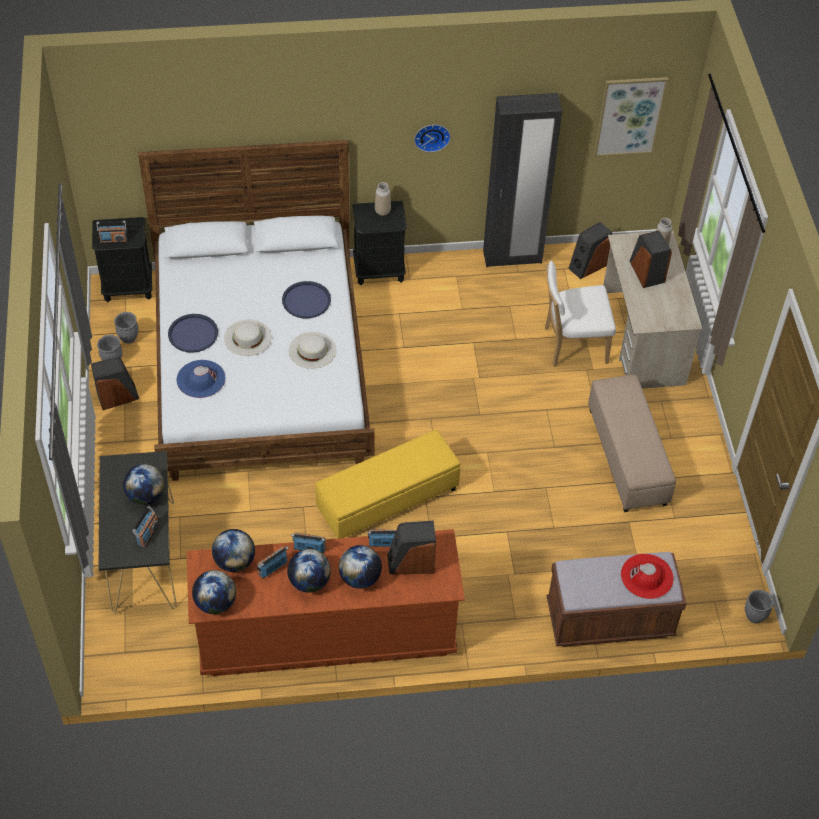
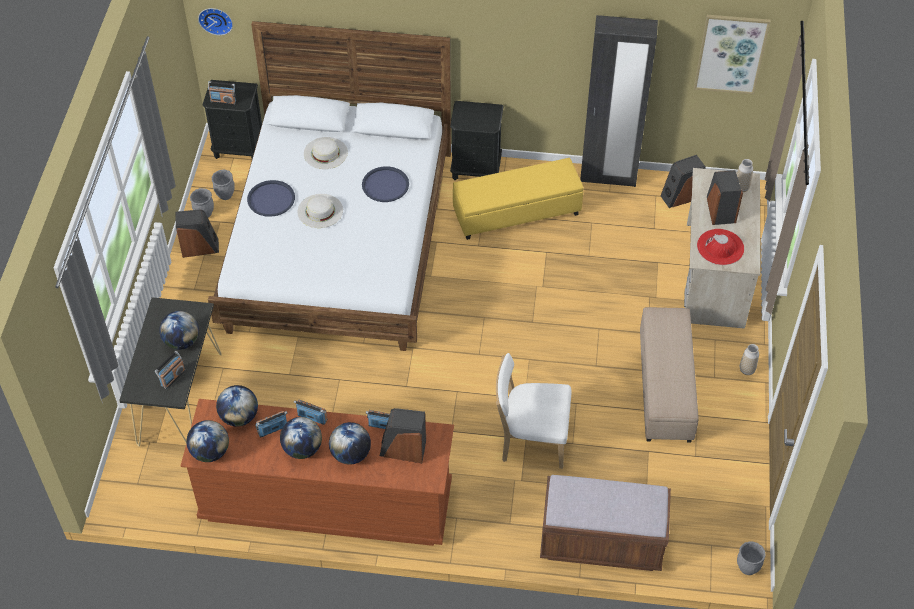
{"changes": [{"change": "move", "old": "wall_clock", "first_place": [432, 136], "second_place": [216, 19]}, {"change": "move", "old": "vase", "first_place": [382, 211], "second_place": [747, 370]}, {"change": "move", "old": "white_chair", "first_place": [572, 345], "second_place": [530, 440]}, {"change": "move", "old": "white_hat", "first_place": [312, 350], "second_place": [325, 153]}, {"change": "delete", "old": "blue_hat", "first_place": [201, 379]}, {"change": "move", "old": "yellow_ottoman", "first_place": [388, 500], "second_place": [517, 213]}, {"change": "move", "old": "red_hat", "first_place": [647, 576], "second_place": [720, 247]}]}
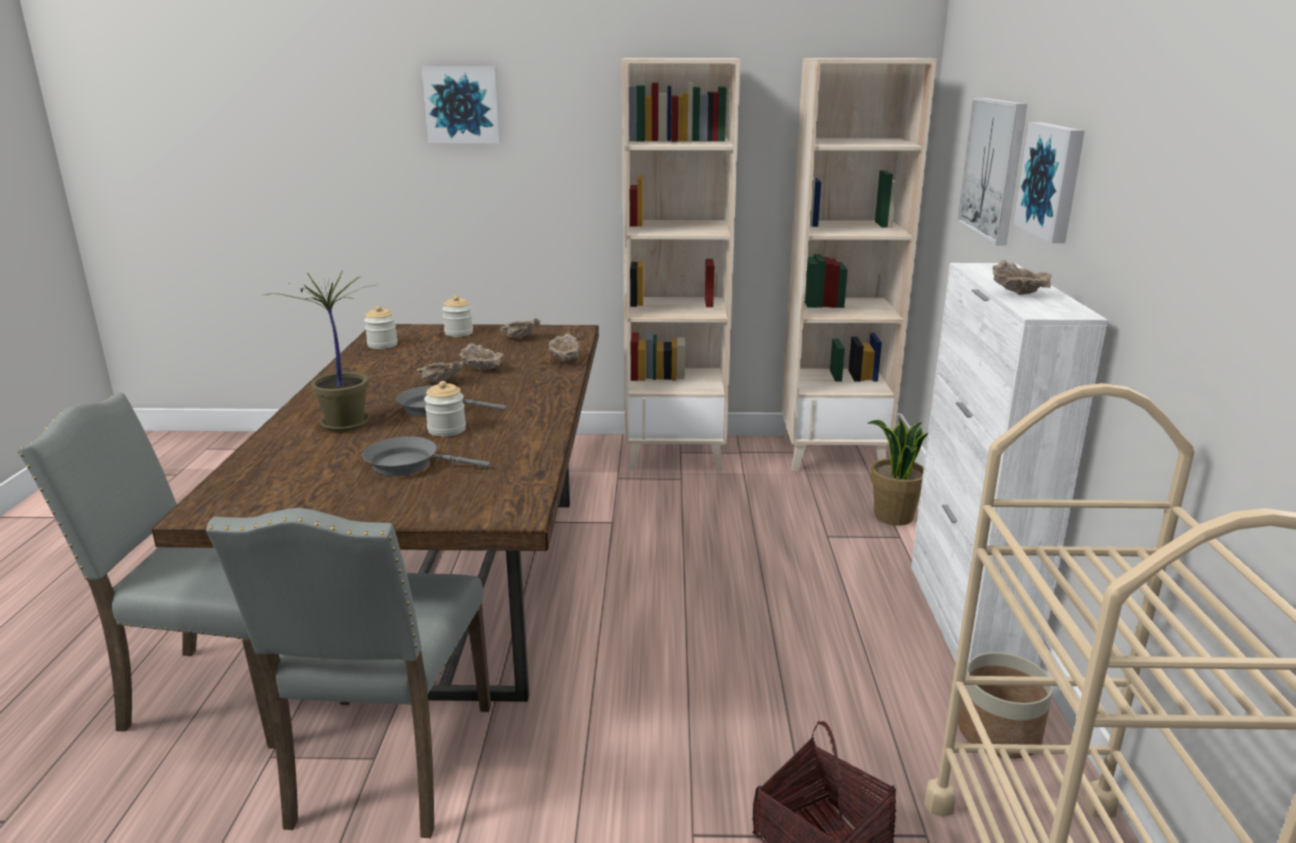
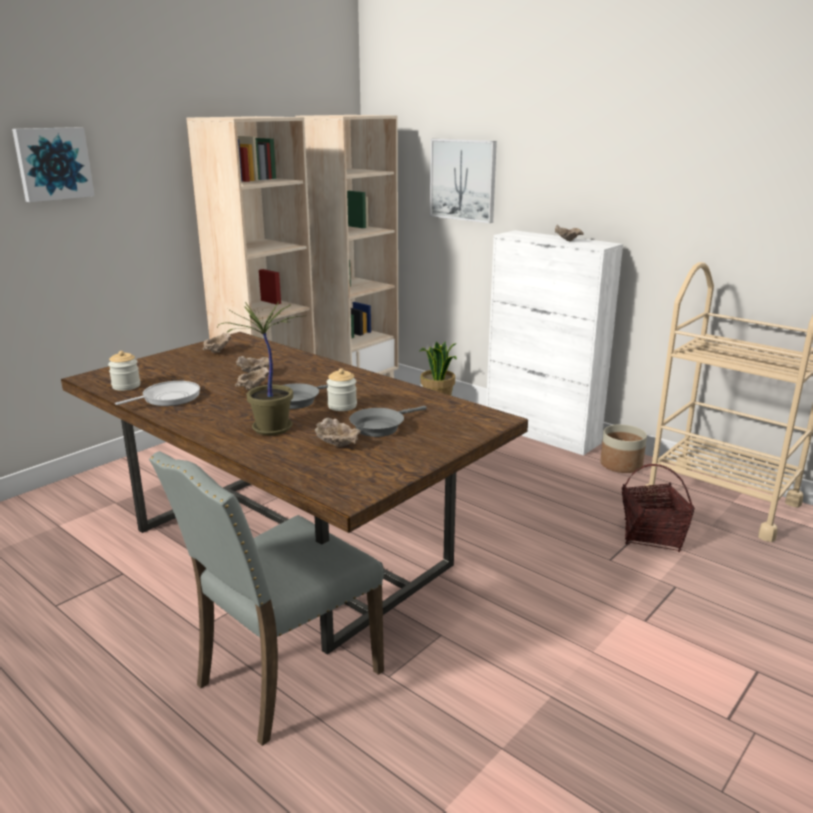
{"changes": [{"change": "delete", "old": "picture", "first_place": [1053, 180]}, {"change": "delete", "old": "jar", "first_place": [458, 333]}, {"change": "move", "old": "beige_bowl", "first_place": [564, 361], "second_place": [337, 446]}, {"change": "delete", "old": "grey_chair", "first_place": [387, 766]}, {"change": "insert", "new": "frying_pan", "second_place": [168, 398]}]}
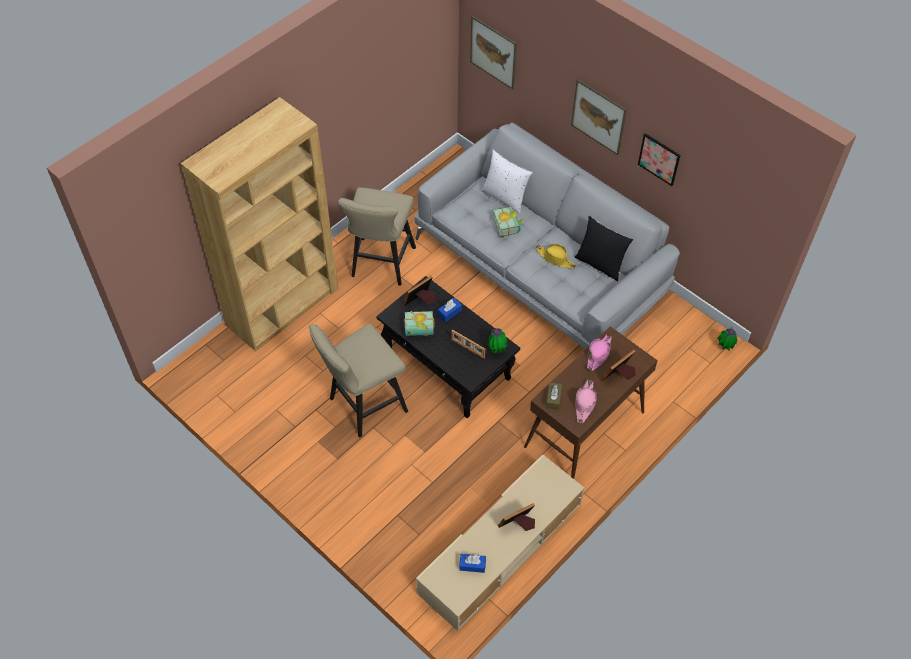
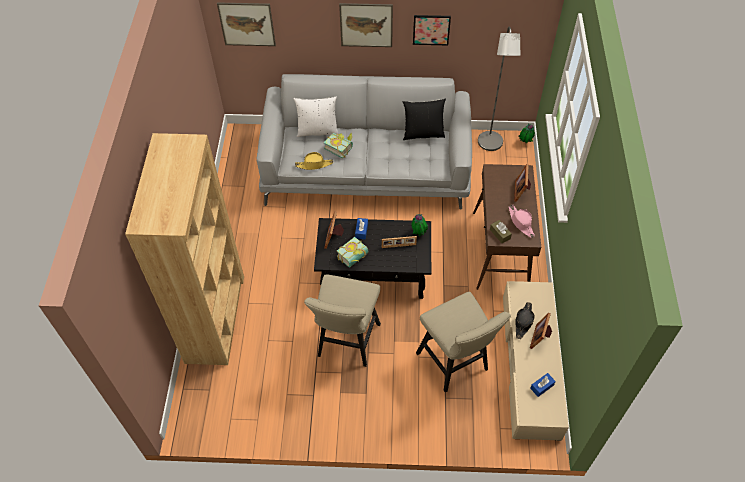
{"changes": [{"change": "move", "old": "beige_stool", "first_place": [381, 265], "second_place": [455, 365]}, {"change": "move", "old": "yellow_hat", "first_place": [555, 259], "second_place": [314, 164]}, {"change": "delete", "old": "pink_hat", "first_place": [598, 354]}, {"change": "insert", "new": "grey_floor_lamp", "second_place": [490, 145]}, {"change": "insert", "new": "black_hat", "second_place": [523, 322]}]}
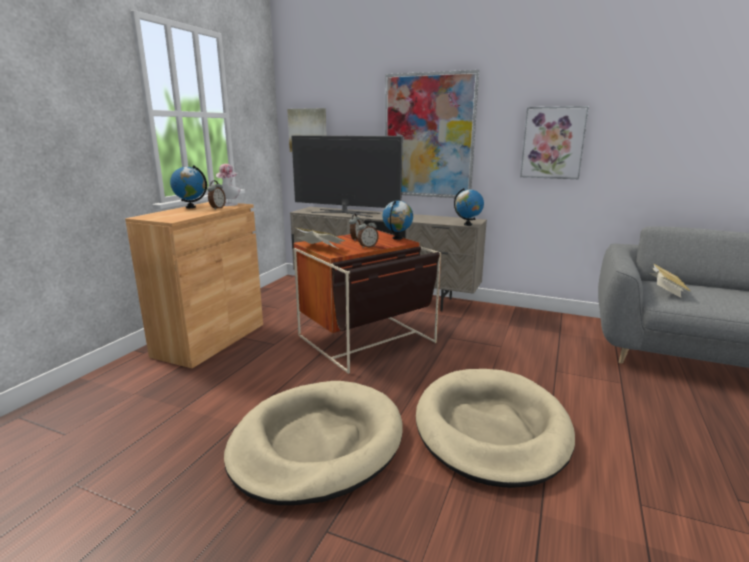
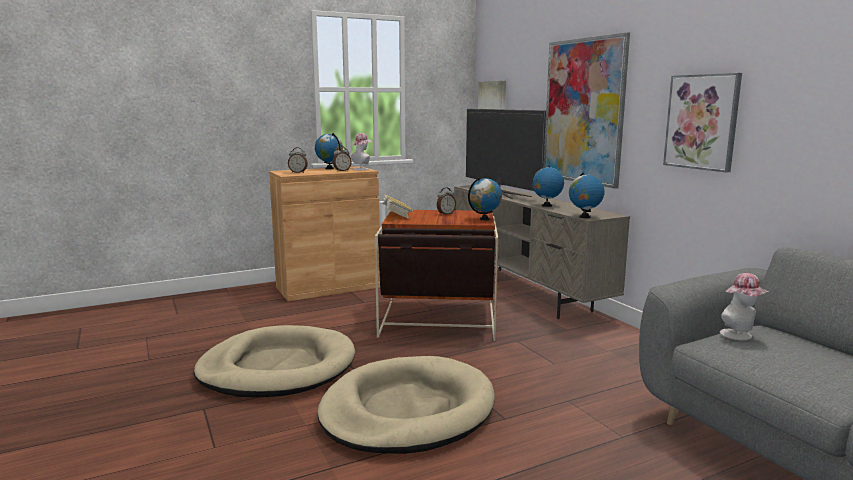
{"changes": [{"change": "move", "old": "alarm_clock", "first_place": [367, 247], "second_place": [298, 172]}, {"change": "replace", "old": "book", "new": "hat", "first_place": [666, 290], "second_place": [739, 336]}, {"change": "insert", "new": "globe", "second_place": [546, 205]}]}
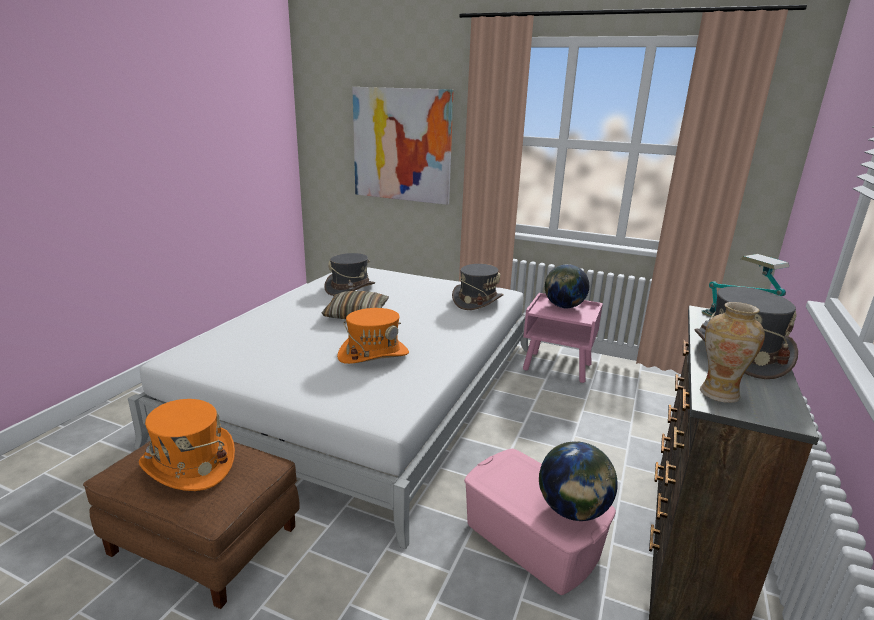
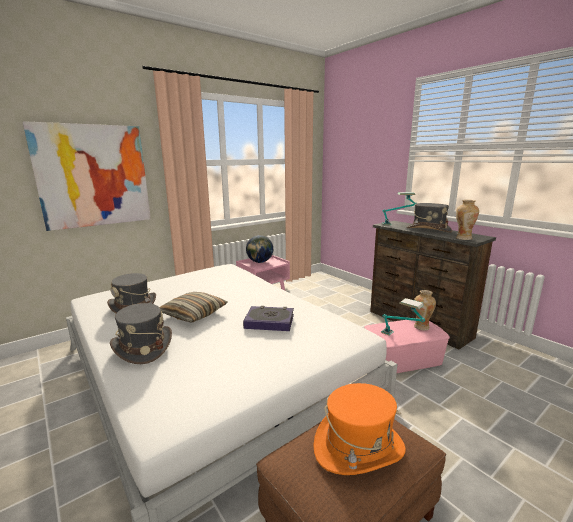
{"changes": [{"change": "move", "old": "grey_hat", "first_place": [477, 301], "second_place": [143, 347]}, {"change": "replace", "old": "orange_hat", "new": "book", "first_place": [373, 354], "second_place": [269, 322]}, {"change": "replace", "old": "globe", "new": "vase", "first_place": [572, 510], "second_place": [422, 327]}, {"change": "insert", "new": "table_lamp", "second_place": [401, 337]}]}
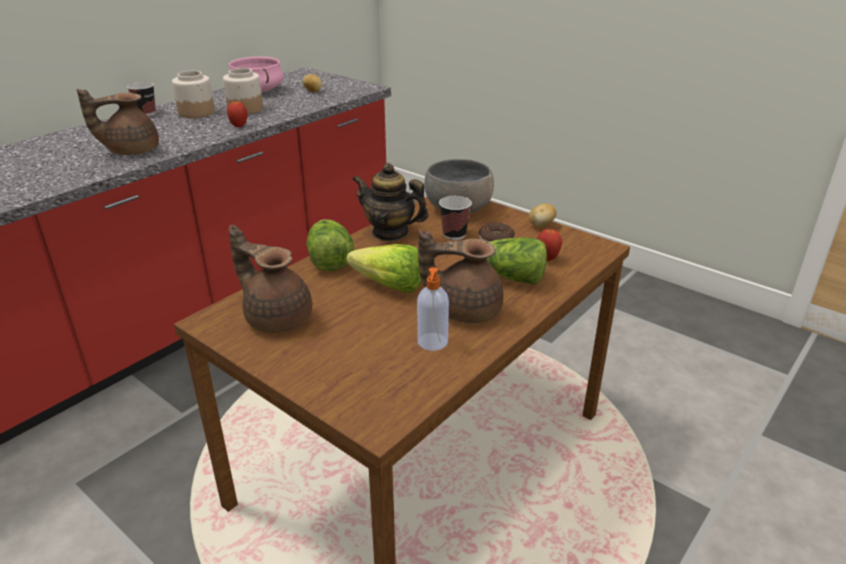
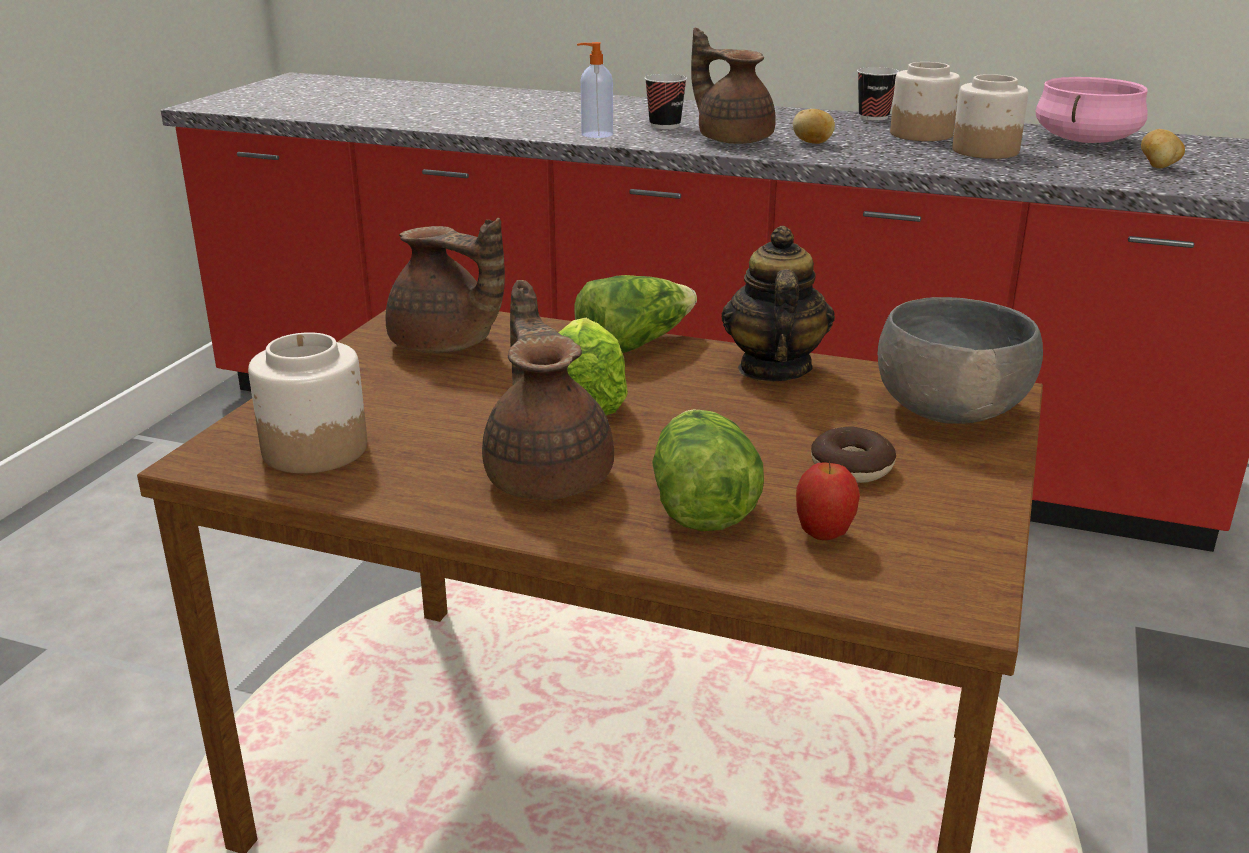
{"changes": [{"change": "delete", "old": "apple", "first_place": [239, 126]}, {"change": "move", "old": "cup", "first_place": [454, 234], "second_place": [665, 125]}, {"change": "move", "old": "potato", "first_place": [541, 226], "second_place": [812, 143]}, {"change": "rotate", "old": "brown_teapot", "first_place": [277, 317], "second_place": [445, 346], "degrees": 105}, {"change": "move", "old": "soap_dispenser", "first_place": [432, 343], "second_place": [595, 134]}, {"change": "insert", "new": "jar", "second_place": [314, 449]}]}
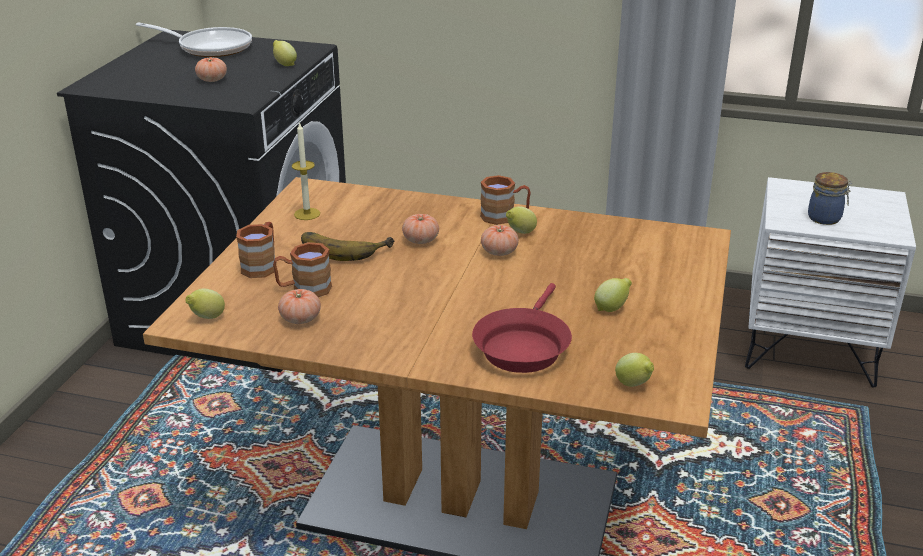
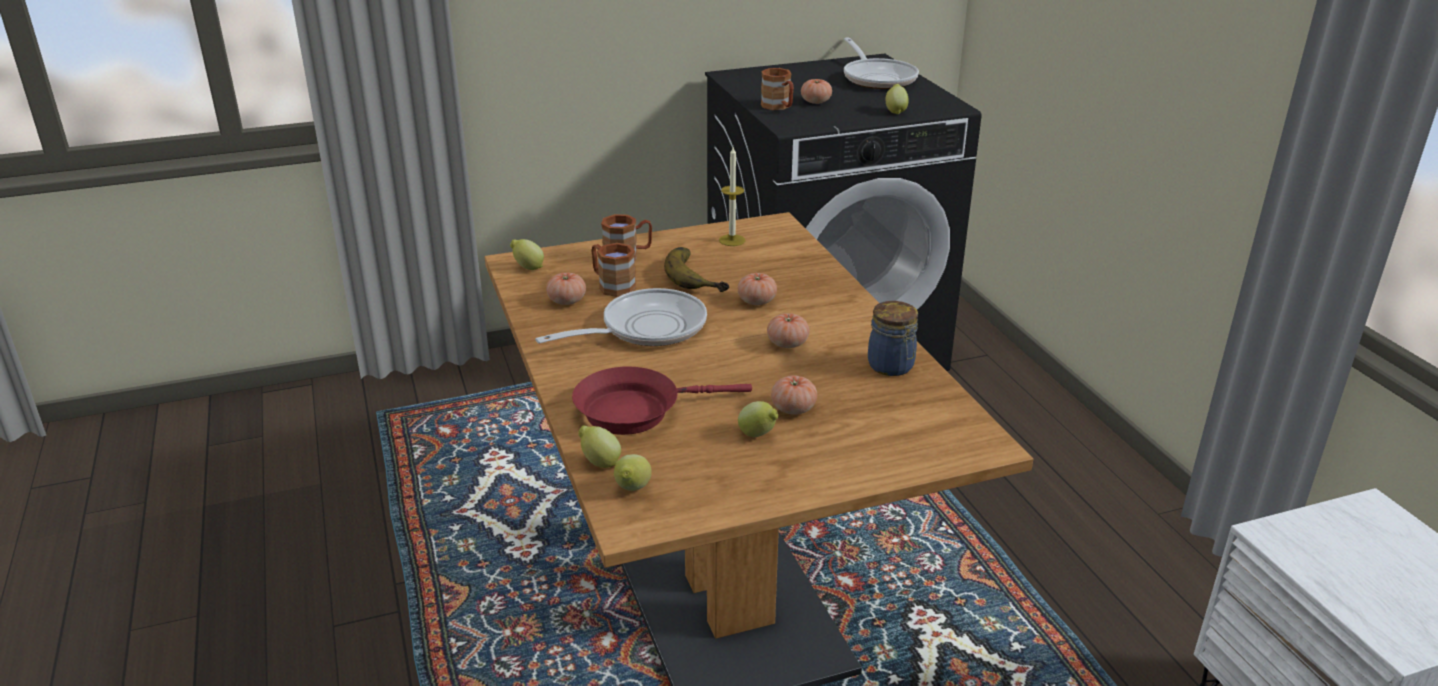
{"changes": [{"change": "move", "old": "jar", "first_place": [825, 218], "second_place": [892, 367]}, {"change": "move", "old": "brown_mug", "first_place": [504, 217], "second_place": [779, 107]}, {"change": "move", "old": "lemon", "first_place": [520, 233], "second_place": [599, 462]}, {"change": "insert", "new": "frying_pan", "second_place": [645, 328]}, {"change": "insert", "new": "tomato", "second_place": [793, 408]}]}
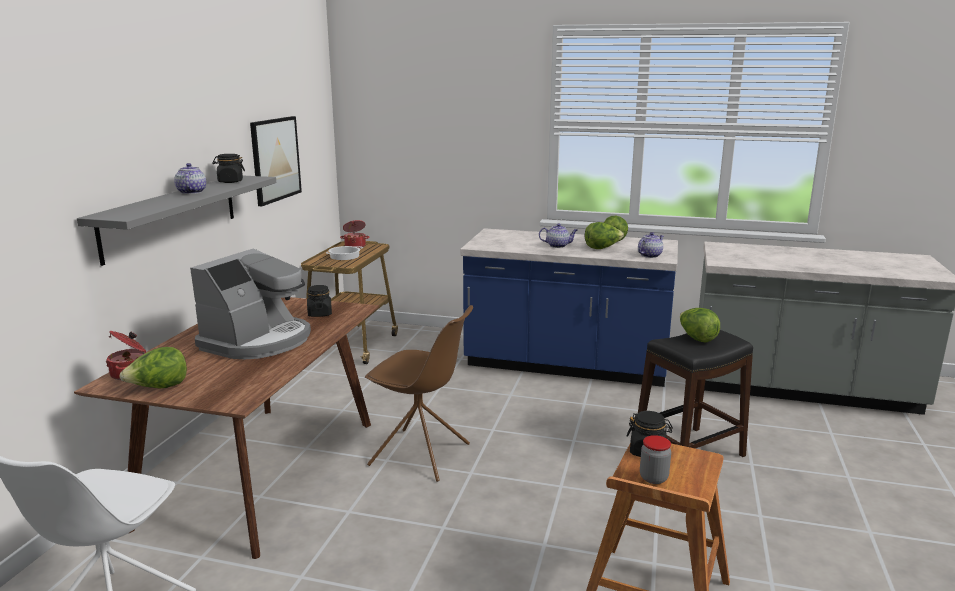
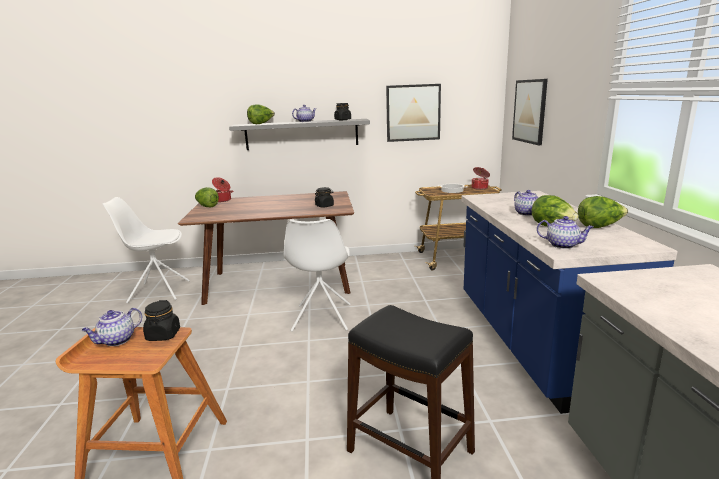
{"changes": [{"change": "delete", "old": "coffee_machine", "first_place": [258, 341]}, {"change": "recolor", "old": "brown_chair", "new": "white_chair", "first_place": [421, 455], "second_place": [321, 318]}, {"change": "move", "old": "lettuce", "first_place": [696, 338], "second_place": [261, 124]}, {"change": "replace", "old": "jar", "new": "teapot", "first_place": [653, 478], "second_place": [116, 341]}, {"change": "insert", "new": "picture", "second_place": [529, 111]}]}
